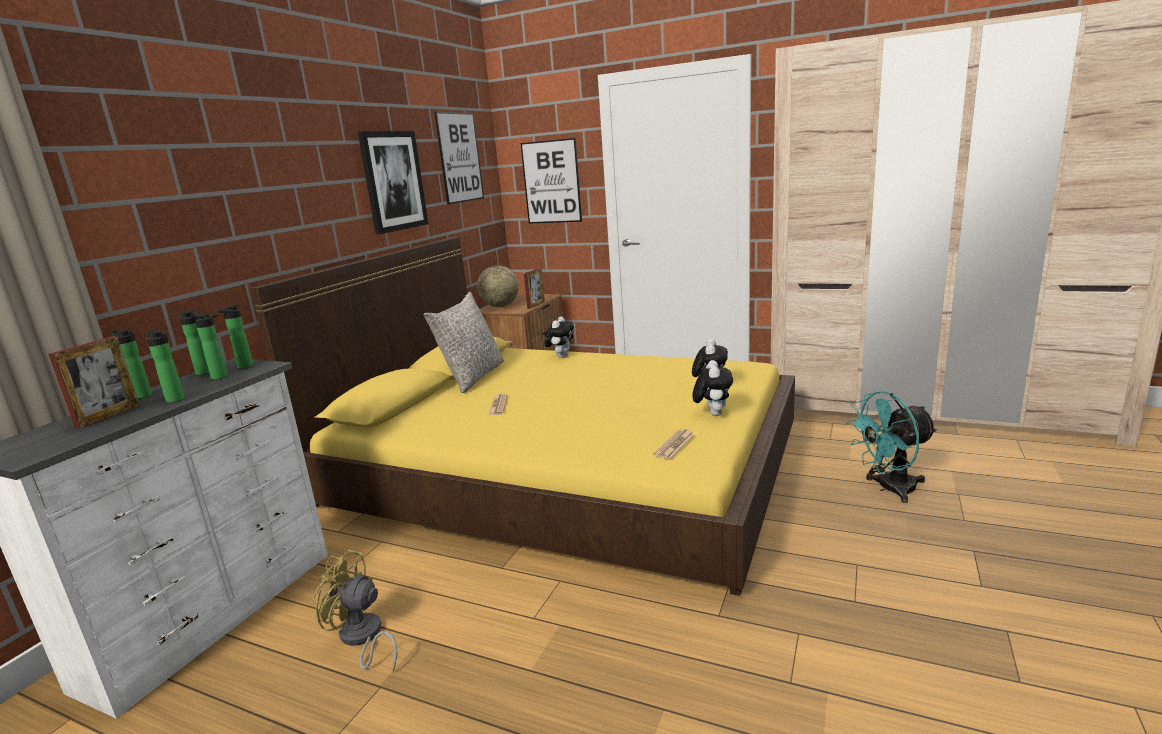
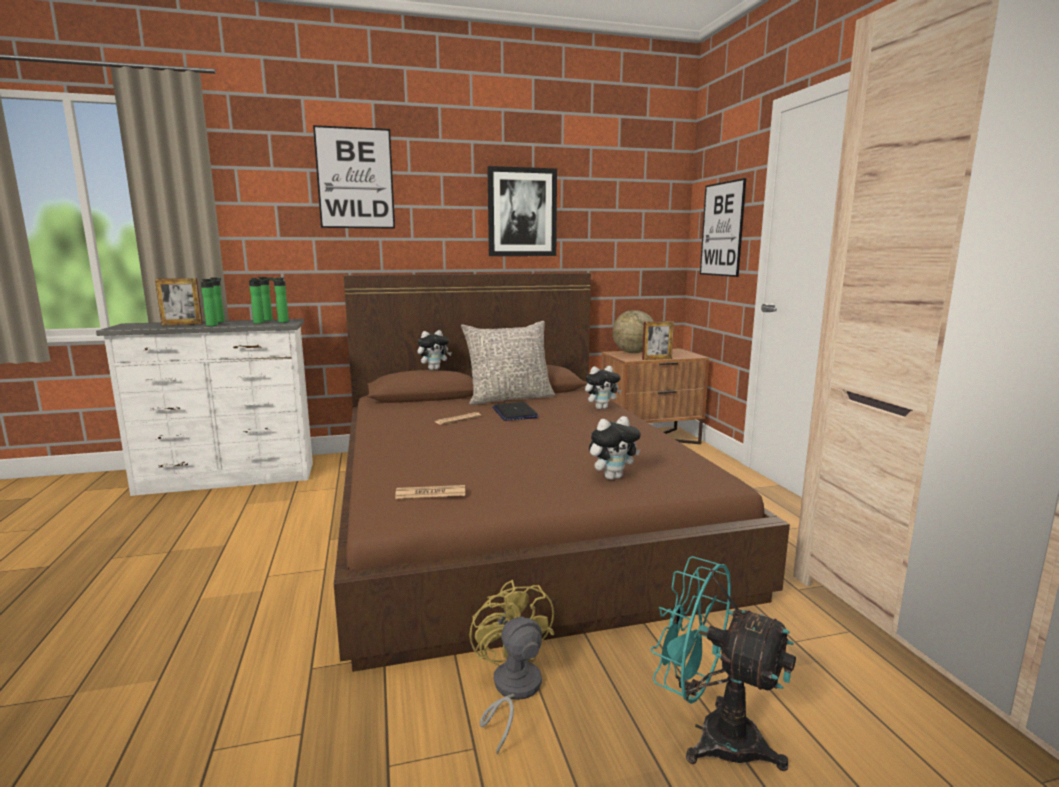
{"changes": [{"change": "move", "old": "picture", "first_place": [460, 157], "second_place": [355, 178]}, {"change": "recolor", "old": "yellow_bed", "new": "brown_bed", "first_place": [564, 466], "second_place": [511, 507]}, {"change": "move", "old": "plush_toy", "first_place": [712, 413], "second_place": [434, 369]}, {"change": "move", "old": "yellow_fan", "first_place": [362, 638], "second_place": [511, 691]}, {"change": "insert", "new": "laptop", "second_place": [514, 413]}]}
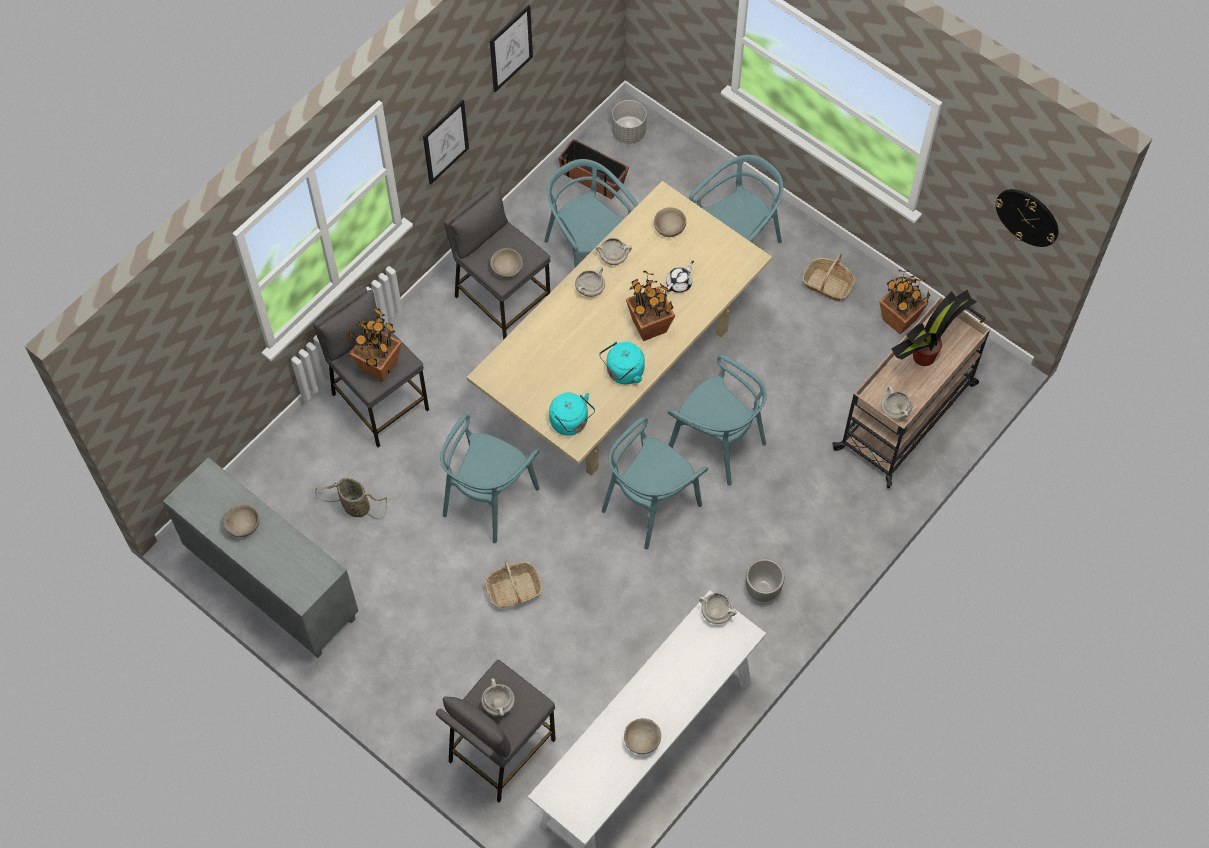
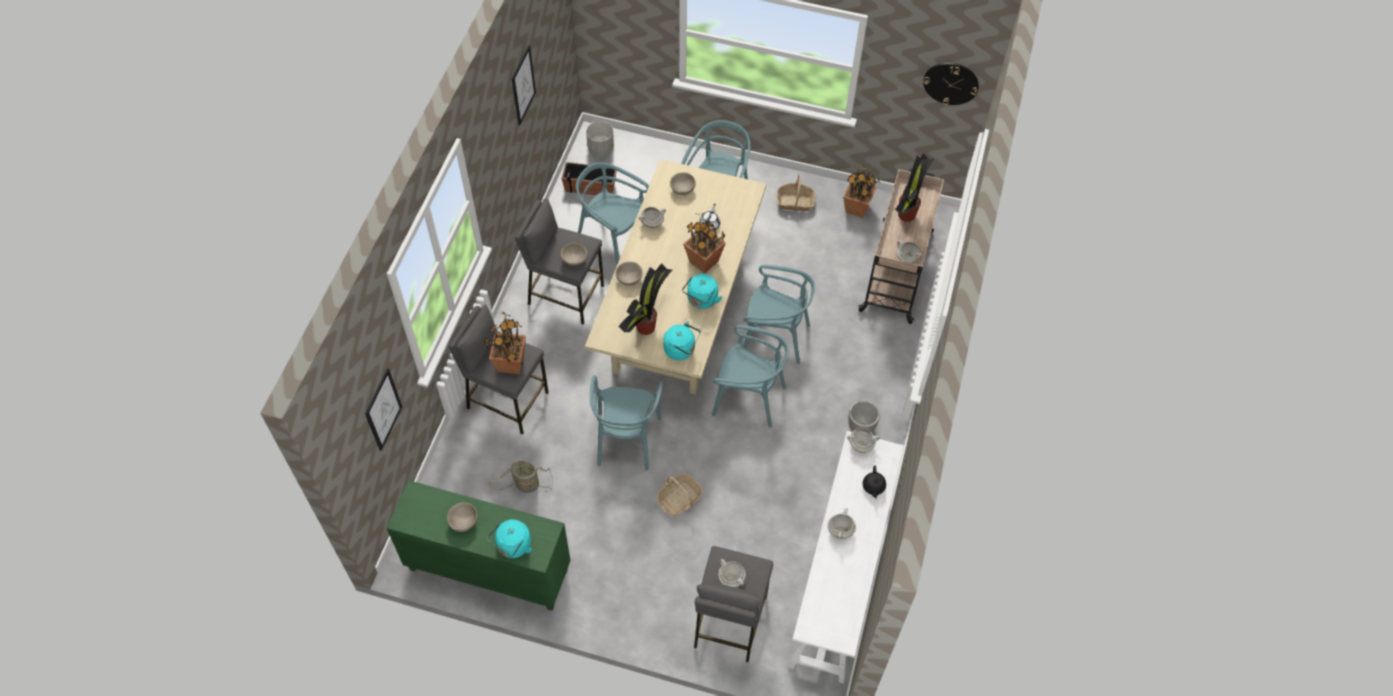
{"changes": [{"change": "move", "old": "picture", "first_place": [445, 142], "second_place": [383, 409]}, {"change": "move", "old": "white_cooking_pot", "first_place": [590, 289], "second_place": [840, 530]}, {"change": "rotate", "old": "turquoise_chair", "first_place": [650, 504], "second_place": [748, 398], "degrees": -90}, {"change": "recolor", "old": "grey_cabinet", "new": "green_cabinet", "first_place": [271, 585], "second_place": [487, 570]}, {"change": "move", "old": "beige_bowl", "first_place": [642, 741], "second_place": [629, 279]}, {"change": "insert", "new": "potted_plant", "second_place": [646, 326]}, {"change": "insert", "new": "black_teapot", "second_place": [873, 487]}, {"change": "insert", "new": "turquoise_kettle", "second_place": [513, 547]}]}
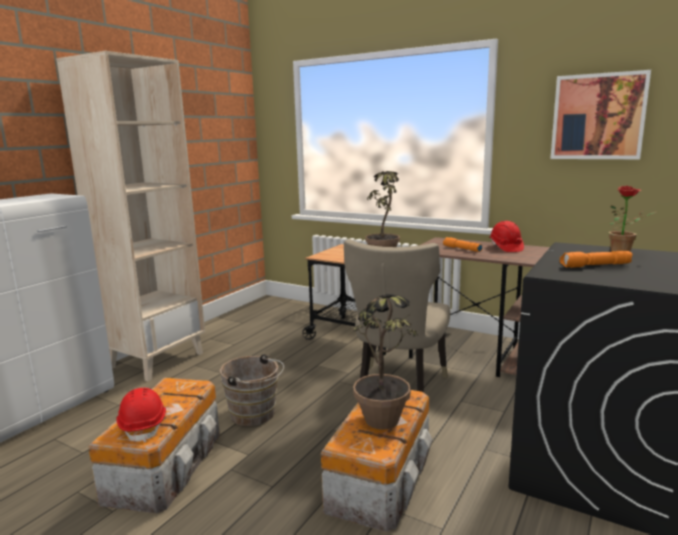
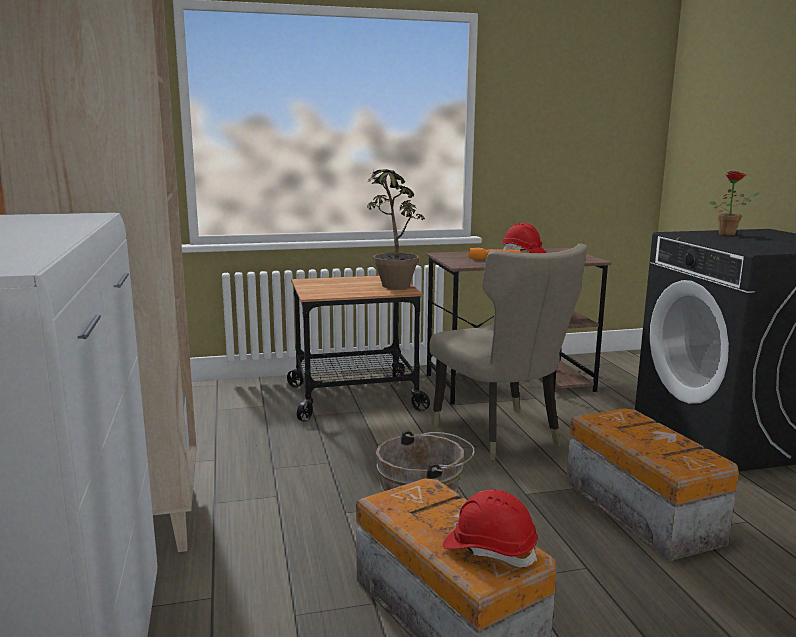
{"changes": [{"change": "delete", "old": "picture", "first_place": [598, 117]}, {"change": "delete", "old": "orange_flashlight", "first_place": [595, 266]}, {"change": "delete", "old": "potted_plant", "first_place": [384, 427]}]}
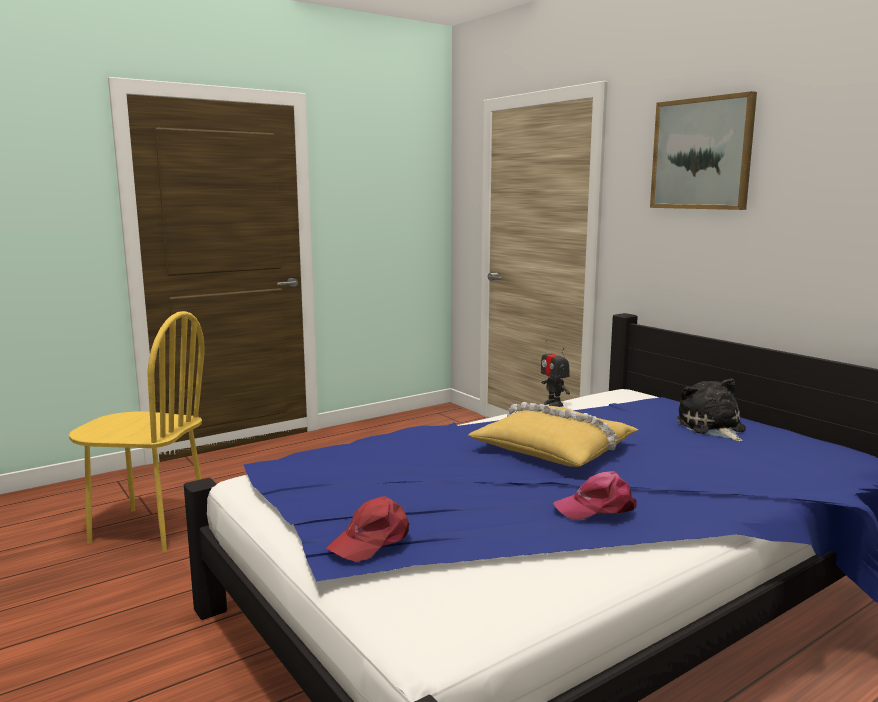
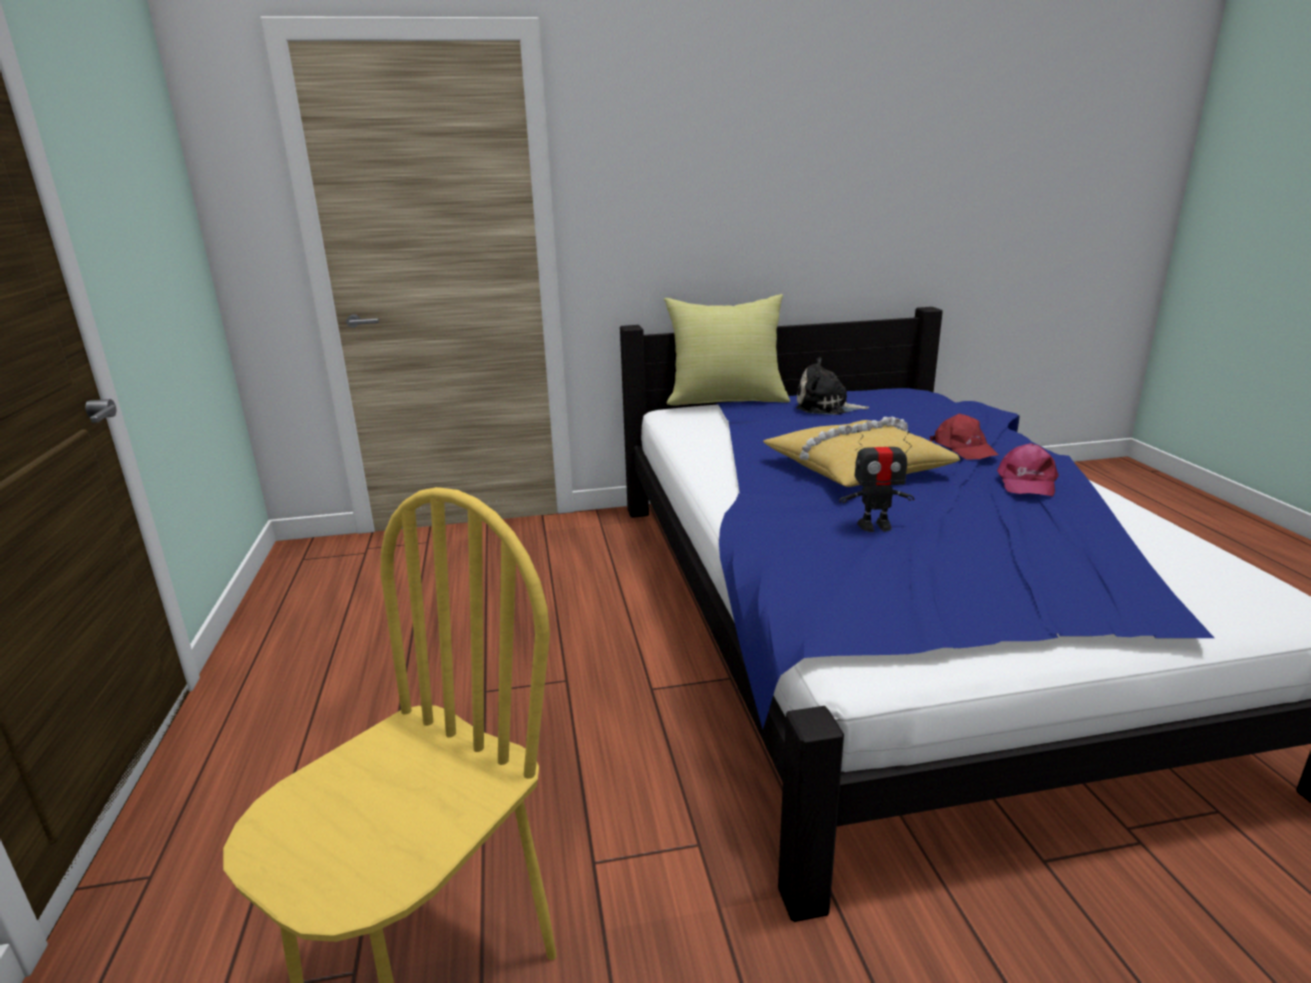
{"changes": [{"change": "delete", "old": "picture", "first_place": [702, 154]}, {"change": "move", "old": "toy_robot", "first_place": [553, 404], "second_place": [874, 526]}, {"change": "move", "old": "red_cap", "first_place": [371, 540], "second_place": [963, 448]}, {"change": "insert", "new": "yellow_pillow", "second_place": [726, 399]}]}
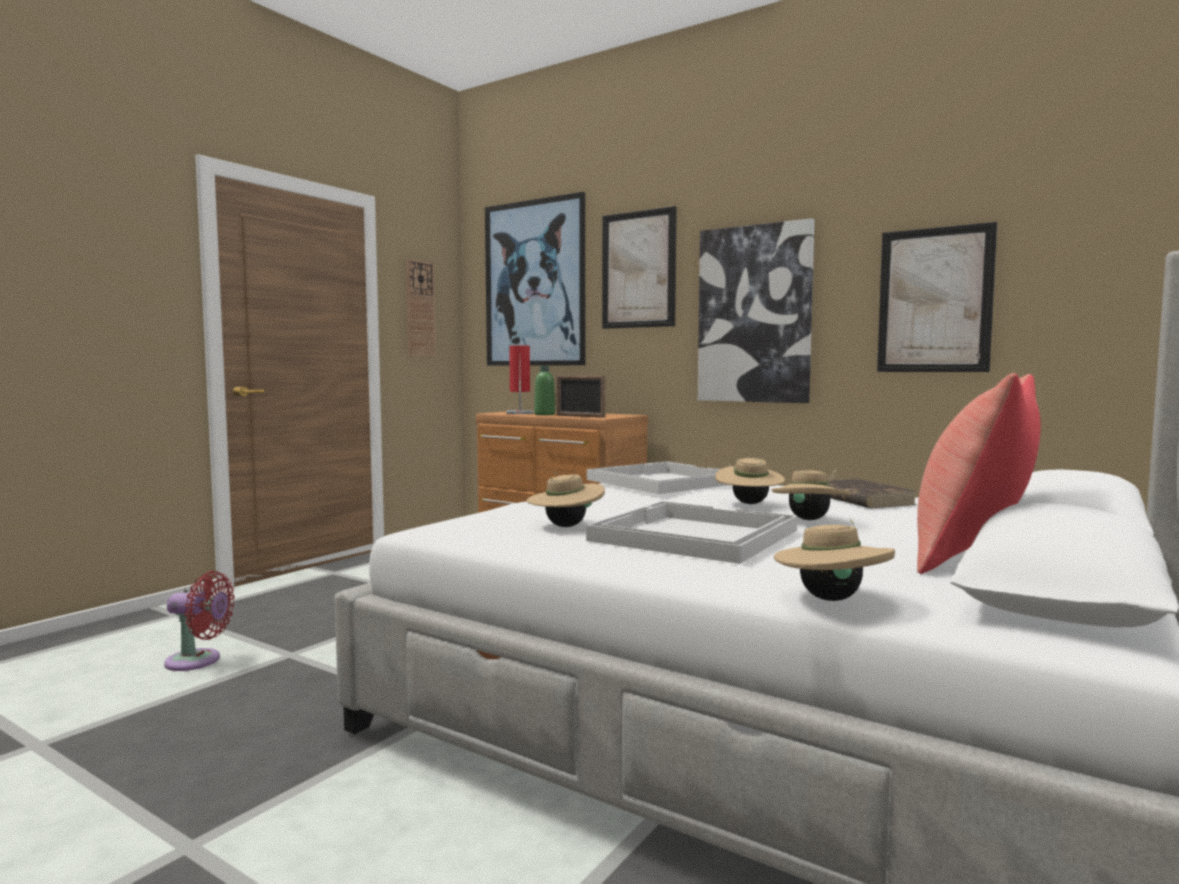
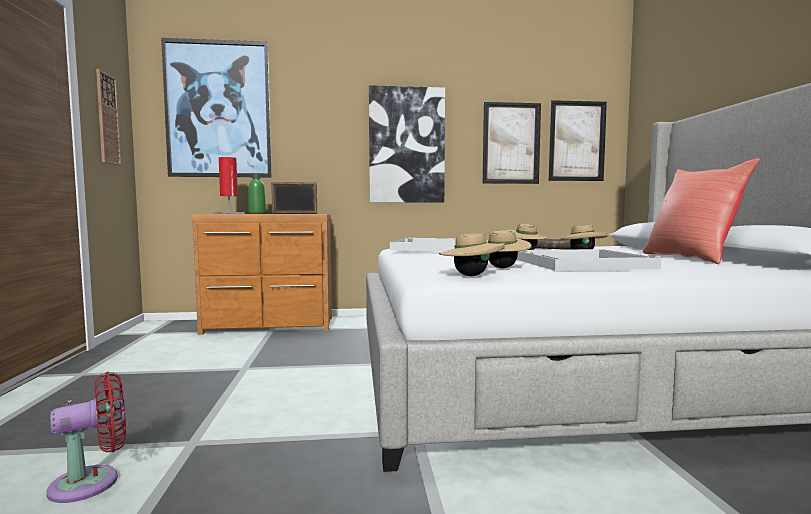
{"changes": [{"change": "move", "old": "picture", "first_place": [638, 270], "second_place": [577, 141]}, {"change": "move", "old": "beige_hat", "first_place": [831, 599], "second_place": [471, 275]}]}
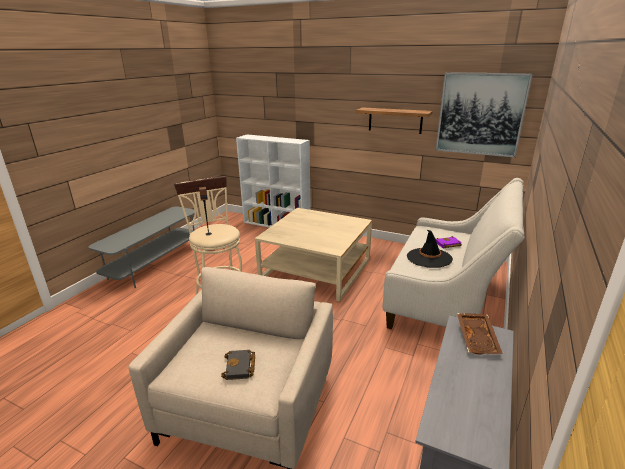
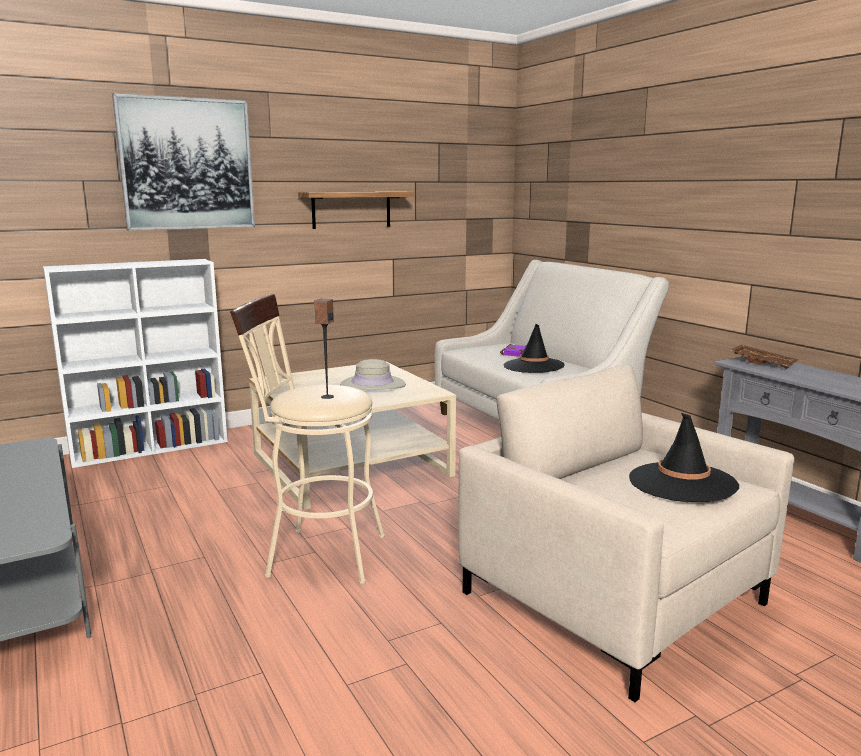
{"changes": [{"change": "move", "old": "picture", "first_place": [480, 114], "second_place": [187, 164]}, {"change": "replace", "old": "black_book", "new": "black_hat", "first_place": [240, 367], "second_place": [682, 483]}, {"change": "insert", "new": "beige_hat", "second_place": [372, 385]}]}
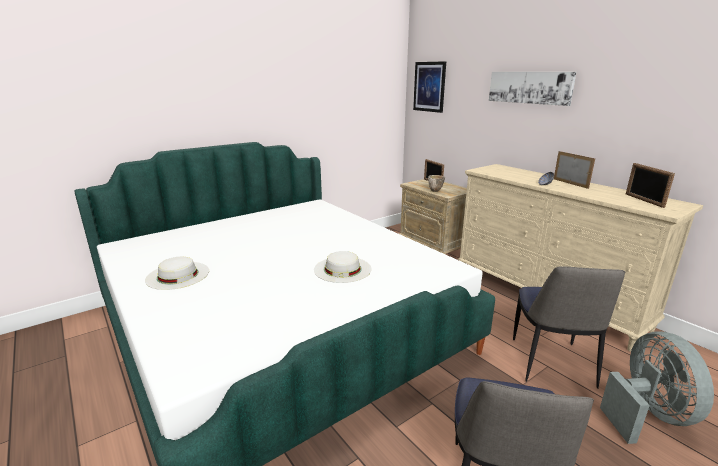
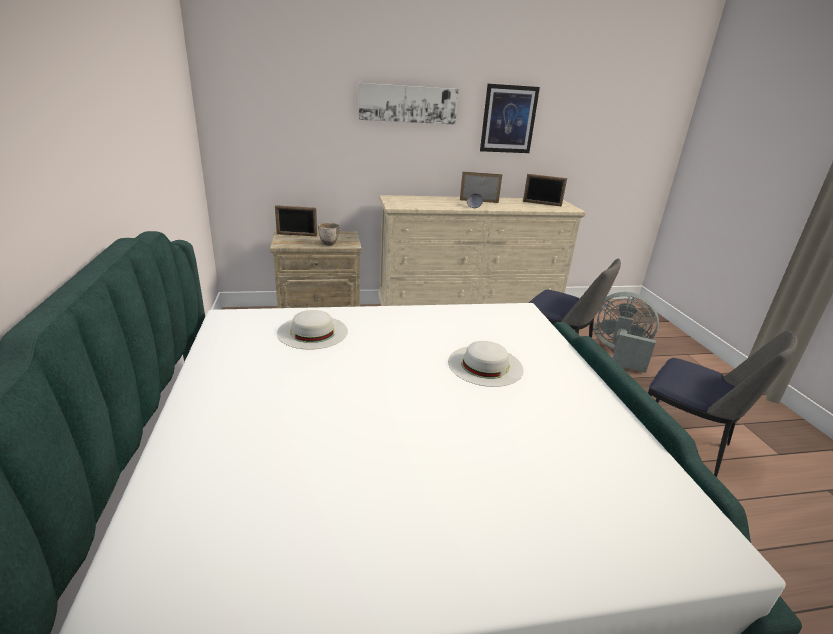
{"changes": [{"change": "move", "old": "picture", "first_place": [429, 87], "second_place": [508, 119]}, {"change": "move", "old": "white_hat", "first_place": [177, 275], "second_place": [312, 332]}]}
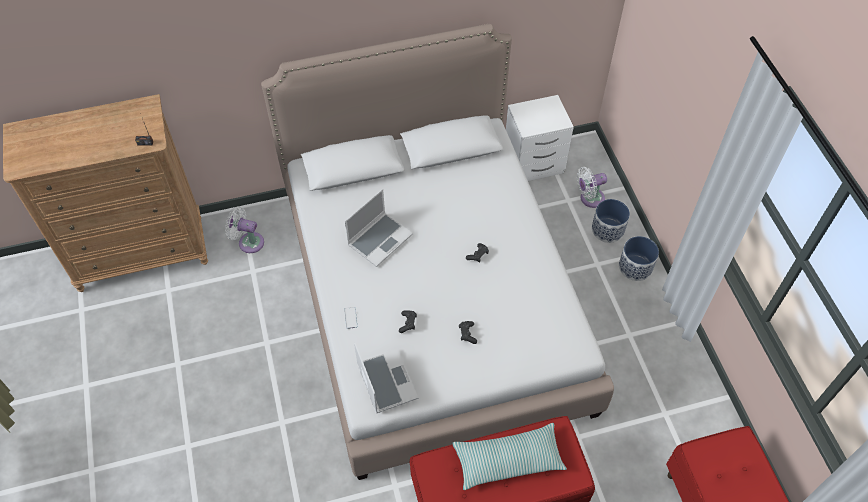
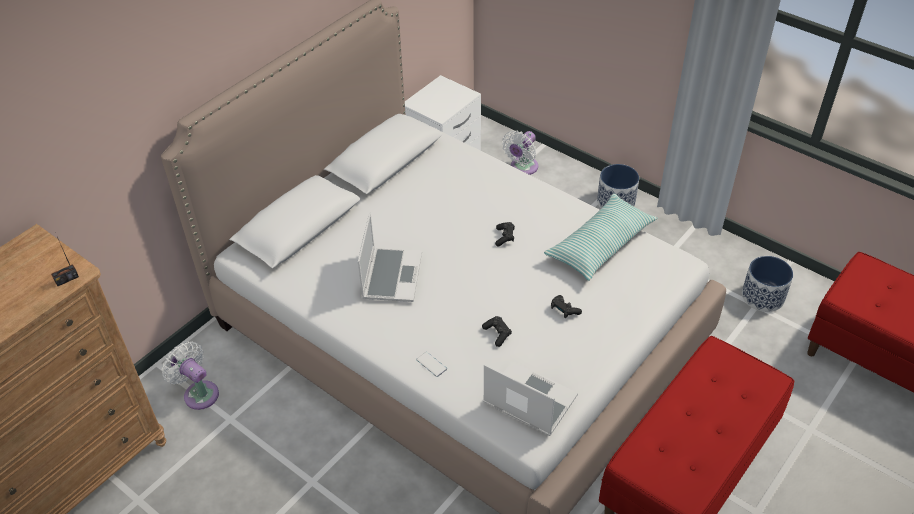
{"changes": [{"change": "move", "old": "planter", "first_place": [608, 230], "second_place": [763, 297]}, {"change": "rotate", "old": "white_fan", "first_place": [248, 242], "second_place": [198, 393], "degrees": 60}, {"change": "move", "old": "pillow", "first_place": [508, 460], "second_place": [600, 244]}]}
